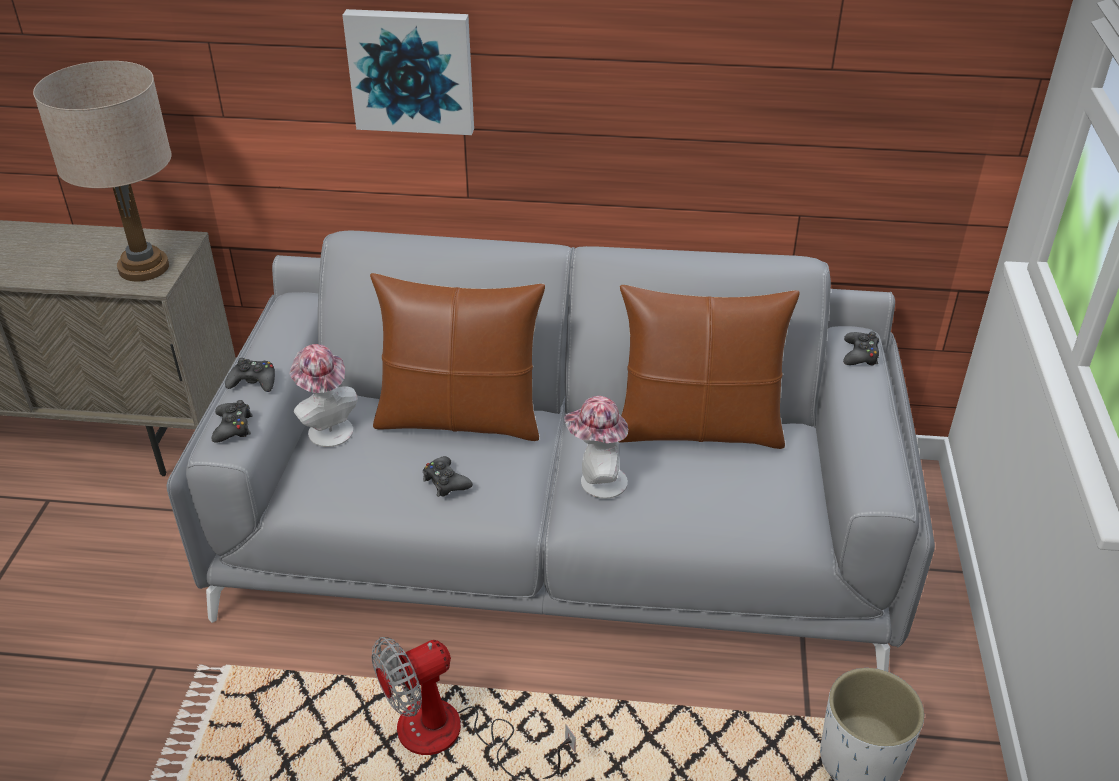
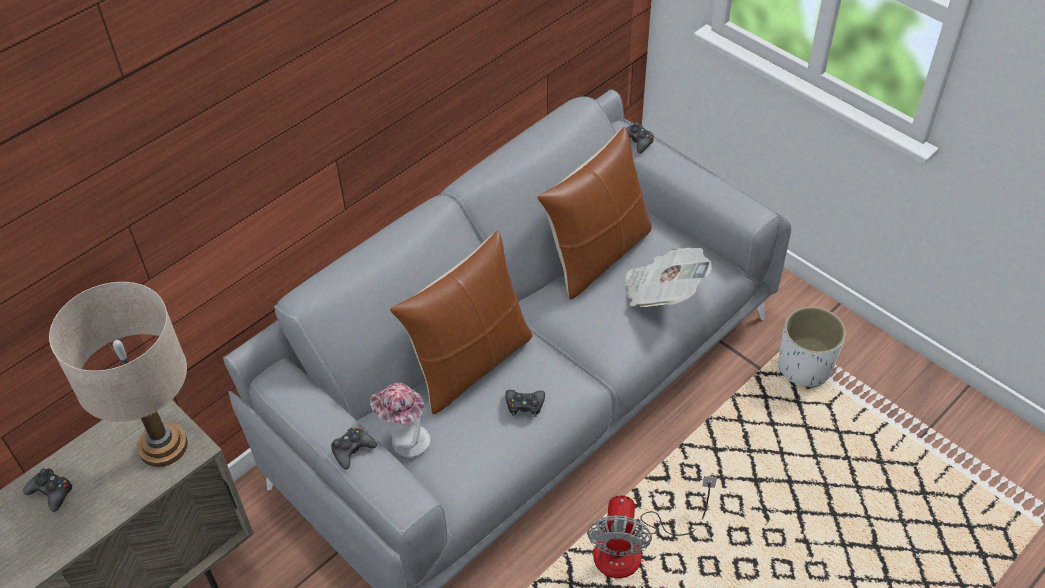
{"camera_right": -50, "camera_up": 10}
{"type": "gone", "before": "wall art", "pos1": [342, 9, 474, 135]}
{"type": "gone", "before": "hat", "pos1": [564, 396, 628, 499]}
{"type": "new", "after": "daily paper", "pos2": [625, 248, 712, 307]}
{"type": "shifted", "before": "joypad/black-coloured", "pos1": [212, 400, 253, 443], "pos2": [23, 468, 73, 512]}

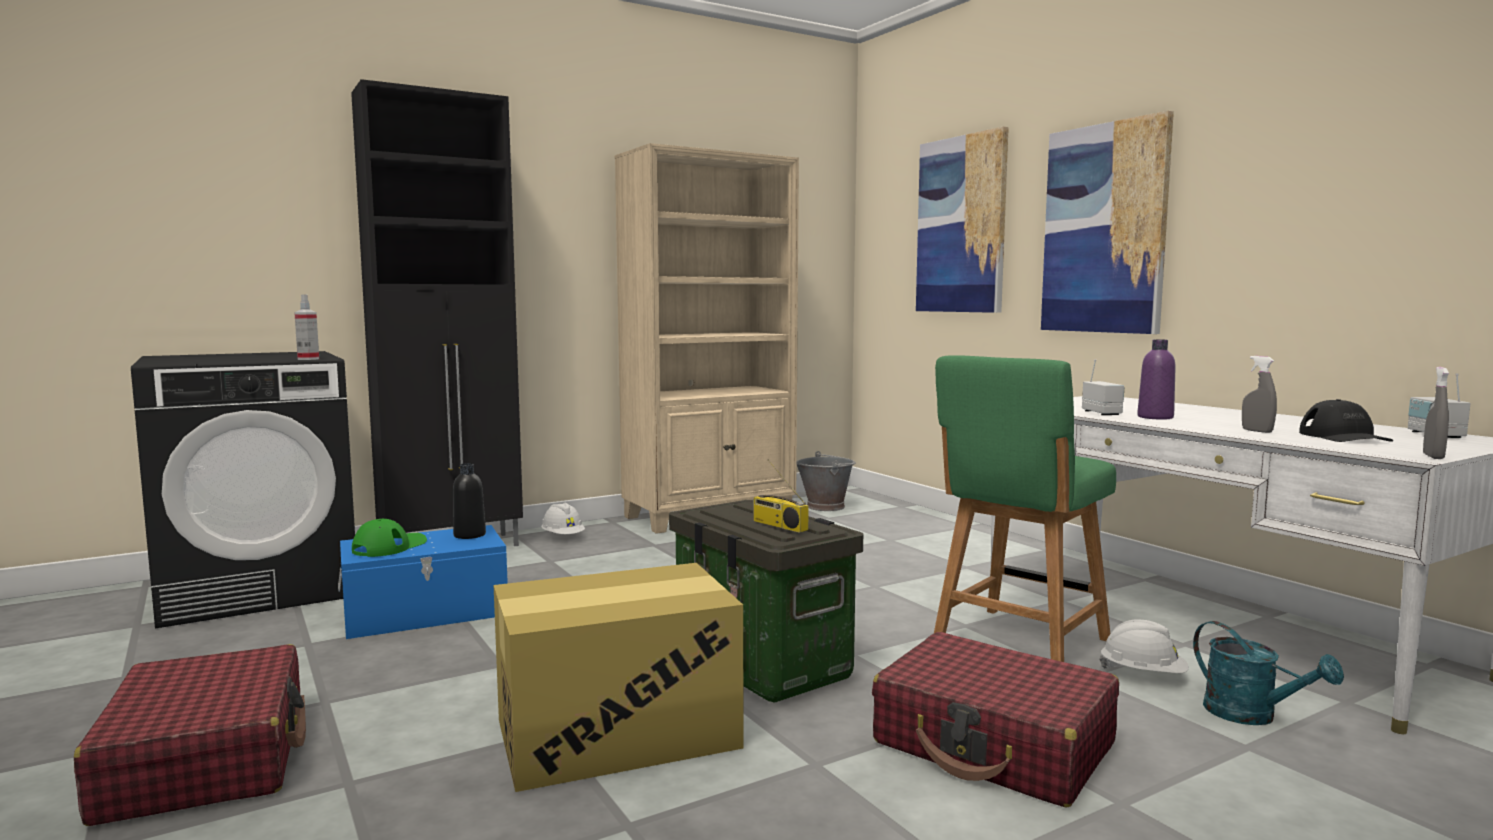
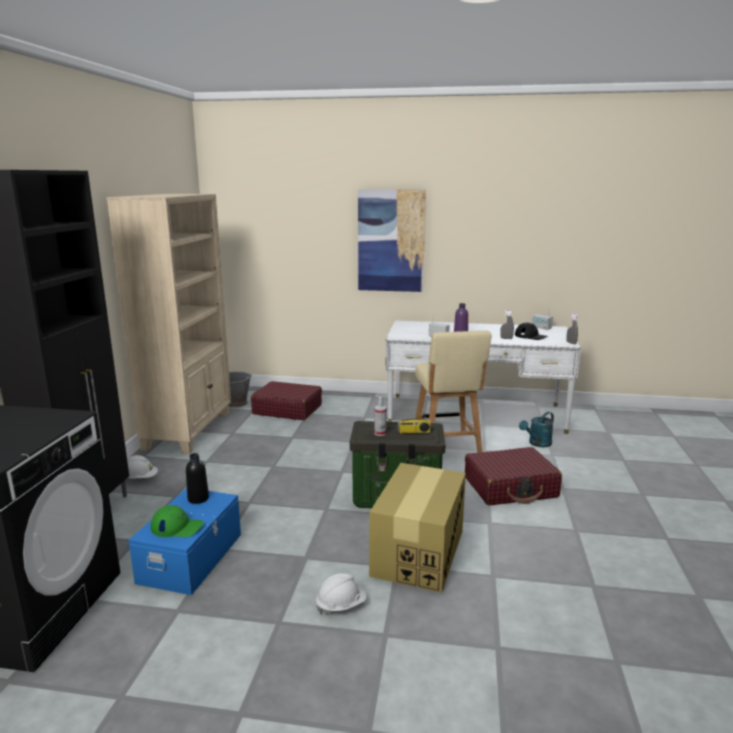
{"camera_right": -50, "camera_up": 10}
{"type": "gone", "before": "wall art", "pos1": [916, 126, 1009, 313]}
{"type": "shifted", "before": "piece of luggage/red", "pos1": [74, 644, 306, 826], "pos2": [251, 381, 322, 420]}
{"type": "shifted", "before": "sprayer", "pos1": [294, 294, 319, 360], "pos2": [374, 397, 387, 436]}
{"type": "shifted", "before": "work helmet/white-coloured", "pos1": [1099, 619, 1189, 673], "pos2": [316, 573, 366, 613]}
{"type": "repainted", "before": "upright chair/greenish", "after": "upright chair/beige", "pos1": [934, 355, 1116, 662], "pos2": [415, 330, 491, 453]}
{"type": "rotated", "before": "baseball cap/greenish", "pos1": [352, 519, 427, 557], "pos2": [151, 505, 204, 537], "turn": 120}
{"type": "rotated", "before": "watering can/blue-green", "pos1": [1193, 621, 1344, 725], "pos2": [519, 412, 554, 447], "turn": 135}

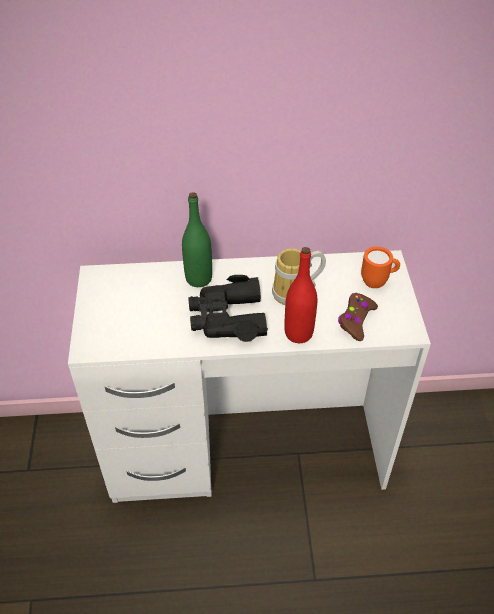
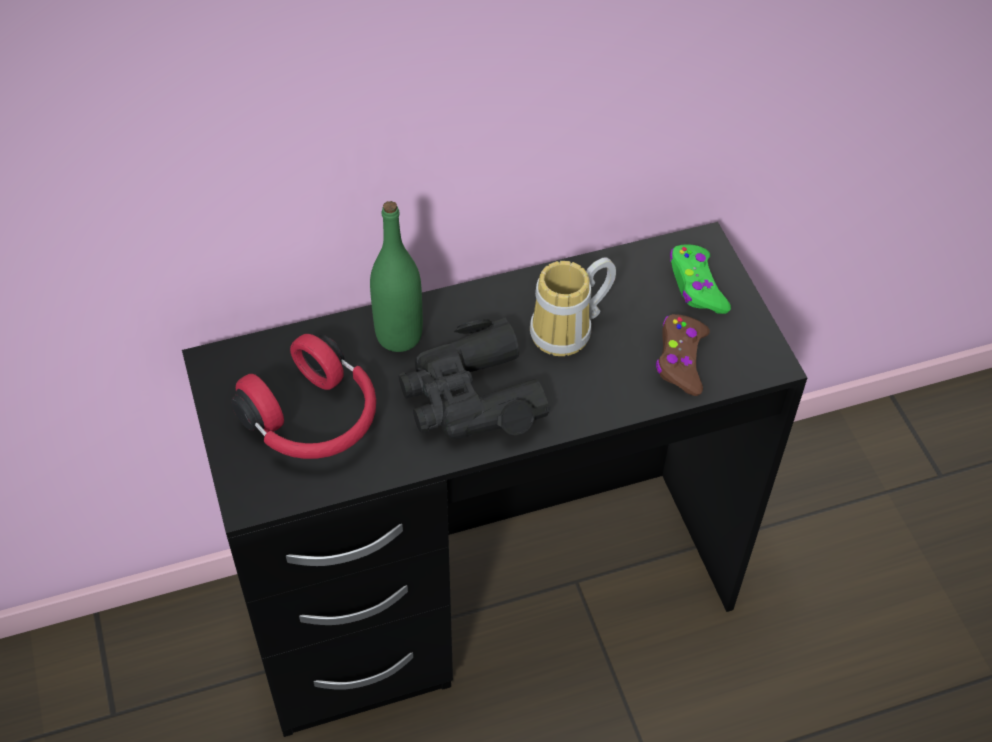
{"camera_right": -15, "camera_up": 5}
{"type": "gone", "before": "drink bottle/red", "pos1": [284, 247, 317, 343]}
{"type": "new", "after": "headphones/red", "pos2": [231, 334, 376, 459]}
{"type": "swapped", "before": "coffee mug/orange", "after": "joypad/greenish", "pos1": [361, 246, 400, 288], "pos2": [670, 244, 731, 314]}
{"type": "repainted", "before": "desk/white-coloured", "after": "desk/black-coloured", "pos1": [68, 250, 431, 503], "pos2": [182, 222, 807, 737]}

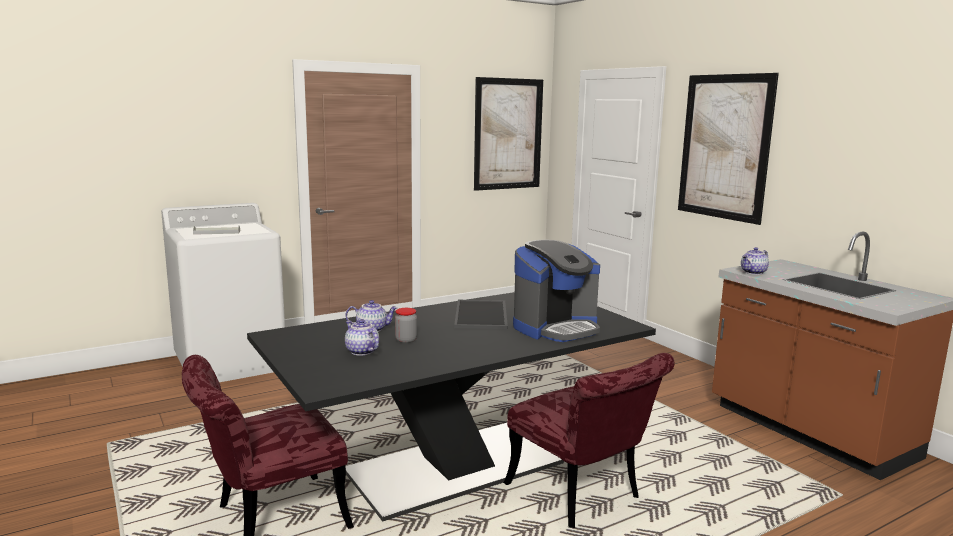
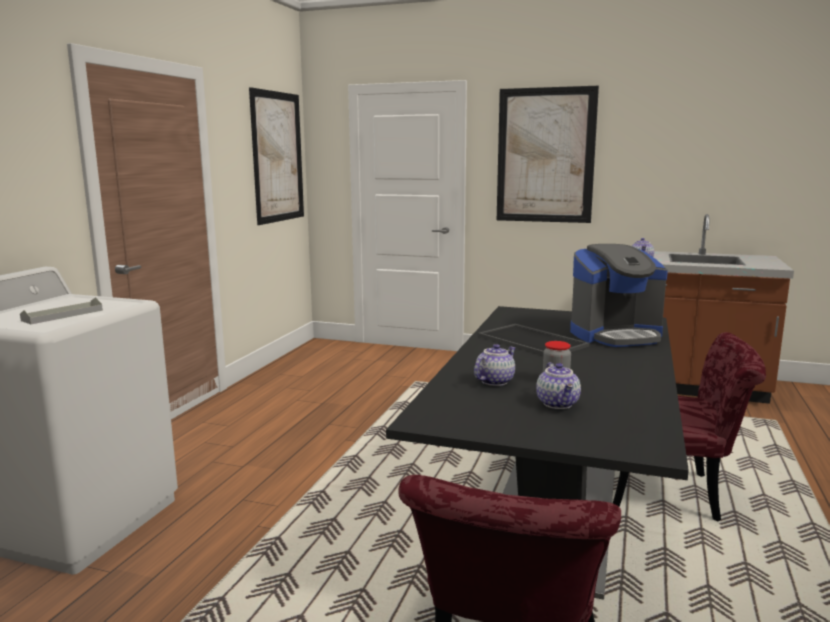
{"camera_right": -40, "camera_up": 0}
{"type": "rotated", "before": "pot for tea", "pos1": [345, 319, 379, 356], "pos2": [536, 362, 581, 409], "turn": -105}
{"type": "rotated", "before": "coffee machine", "pos1": [513, 240, 600, 342], "pos2": [570, 244, 668, 347], "turn": 60}

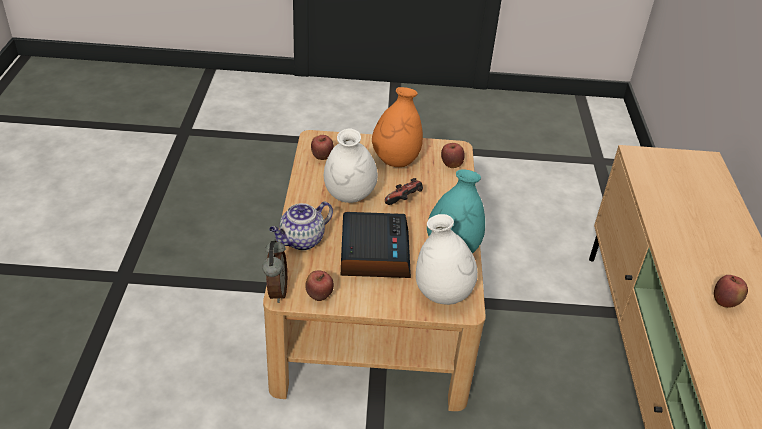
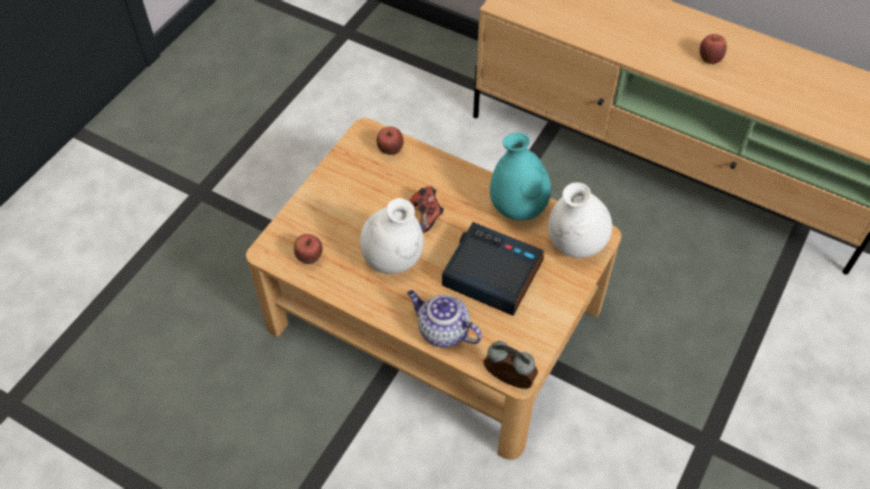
{"camera_right": -60, "camera_up": 15}
{"type": "gone", "before": "apple fruit", "pos1": [305, 270, 334, 301]}
{"type": "gone", "before": "vase/orange", "pos1": [372, 87, 423, 167]}
{"type": "rotated", "before": "pot for tea", "pos1": [269, 202, 333, 250], "pos2": [407, 290, 482, 348], "turn": 135}

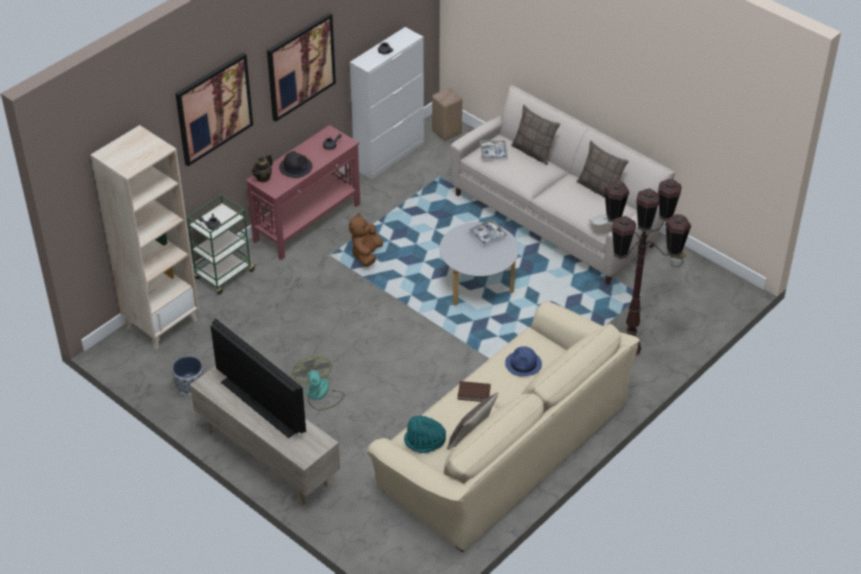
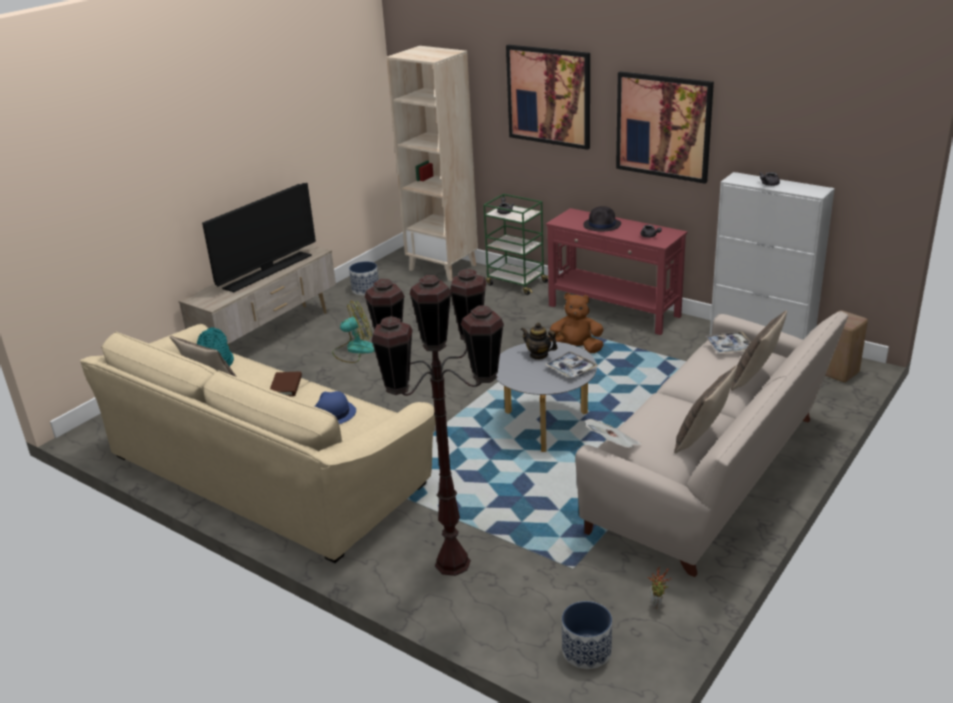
{"camera_right": 85, "camera_up": -15}
{"type": "new", "after": "planter", "pos2": [562, 601, 612, 669]}
{"type": "shifted", "before": "pot for tea", "pos1": [251, 154, 273, 183], "pos2": [521, 323, 558, 360]}

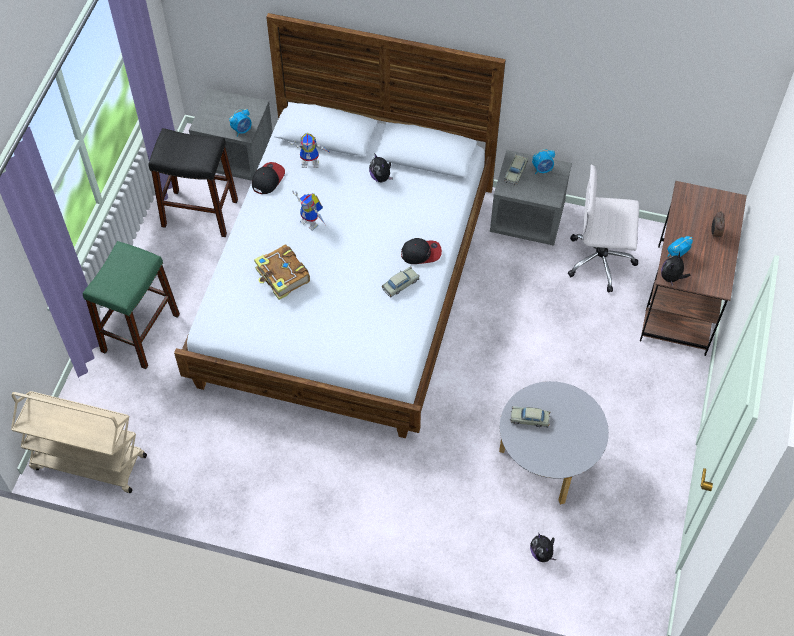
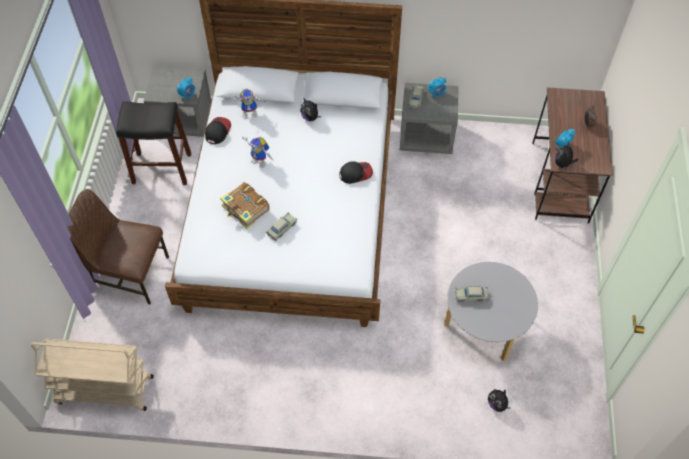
{"camera_right": -10, "camera_up": 0}
{"type": "gone", "before": "desk chair/white-coloured", "pos1": [568, 164, 639, 293]}
{"type": "shifted", "before": "model car/beige", "pos1": [382, 266, 420, 297], "pos2": [266, 212, 297, 241]}
{"type": "swapped", "before": "stool seat/greenish", "after": "upright chair/brown-coloured", "pos1": [83, 241, 180, 369], "pos2": [67, 189, 169, 304]}

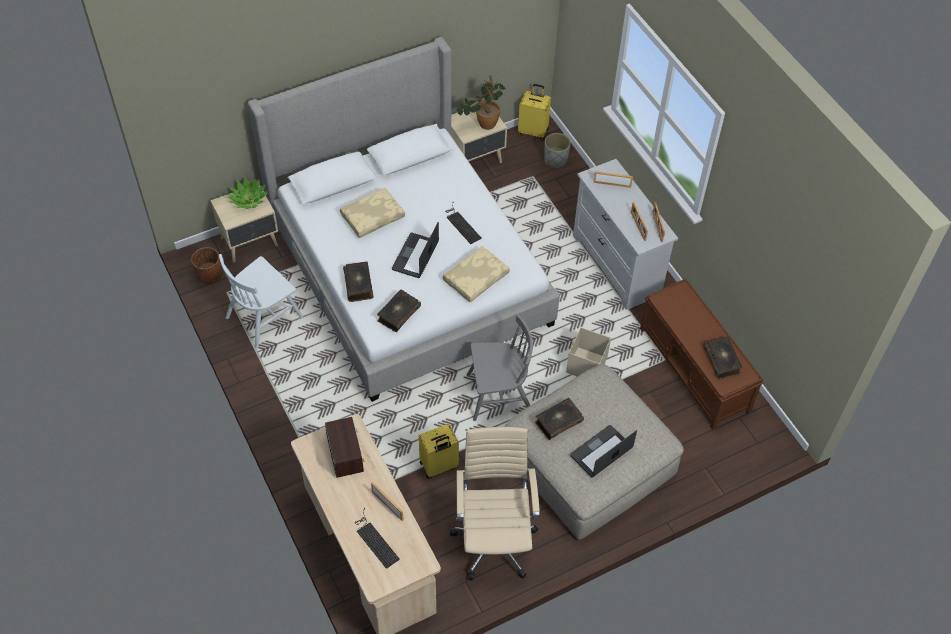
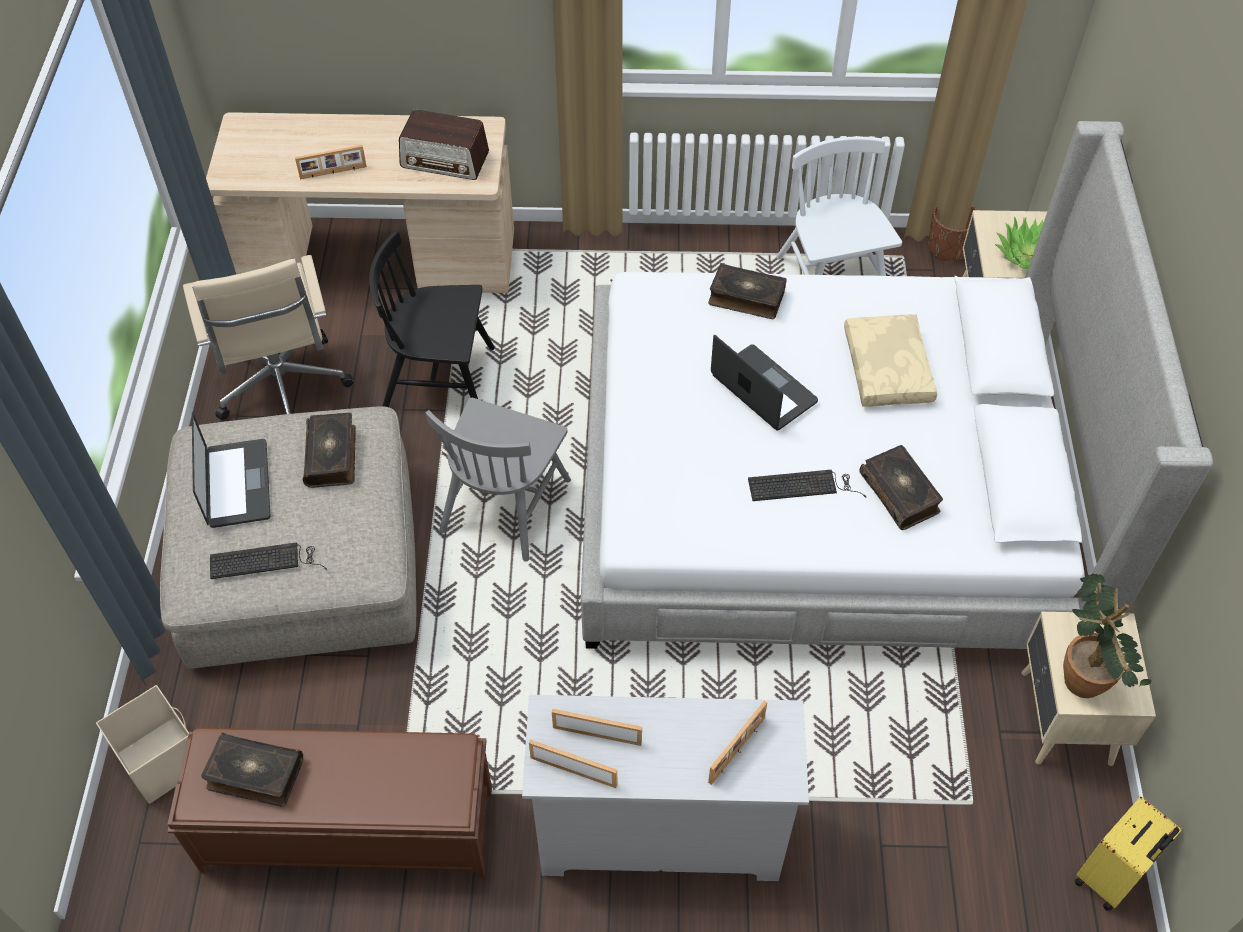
{"camera_right": 120, "camera_up": 0}
{"type": "gone", "before": "throw pillow/beige", "pos1": [443, 246, 510, 302]}
{"type": "gone", "before": "planter/gray", "pos1": [544, 133, 571, 168]}
{"type": "shifted", "before": "keyboard", "pos1": [355, 508, 400, 569], "pos2": [210, 542, 328, 579]}
{"type": "shifted", "before": "book", "pos1": [377, 289, 421, 332], "pos2": [859, 445, 943, 530]}
{"type": "shifted", "before": "storage container/beige", "pos1": [566, 327, 611, 376], "pos2": [96, 685, 189, 804]}
{"type": "swapped", "before": "piece of luggage/yellowish", "after": "upright chair/black-coloured", "pos1": [419, 424, 459, 479], "pos2": [369, 230, 495, 407]}
{"type": "rotated", "before": "desk chair/beige", "pos1": [450, 427, 540, 581], "pos2": [183, 255, 354, 420], "turn": 45}

